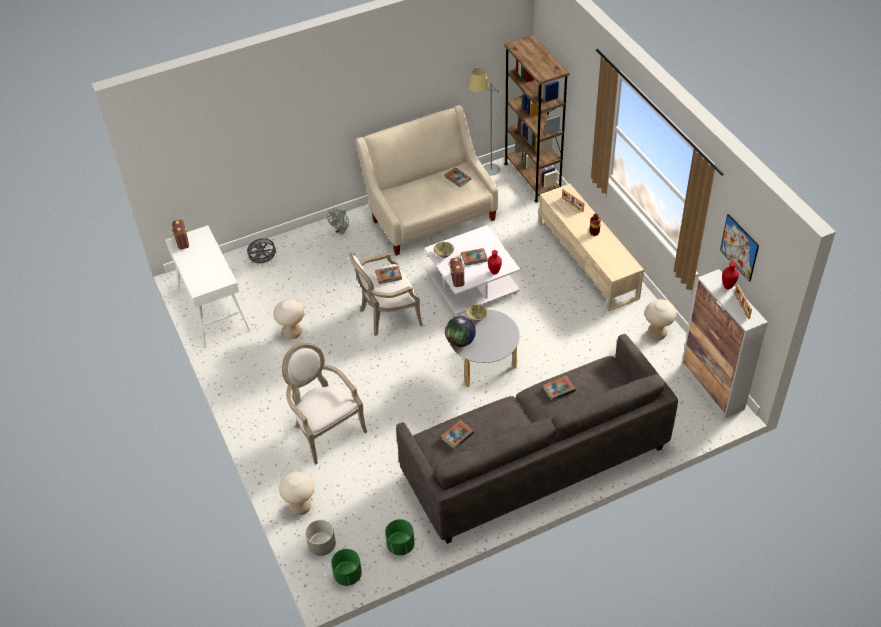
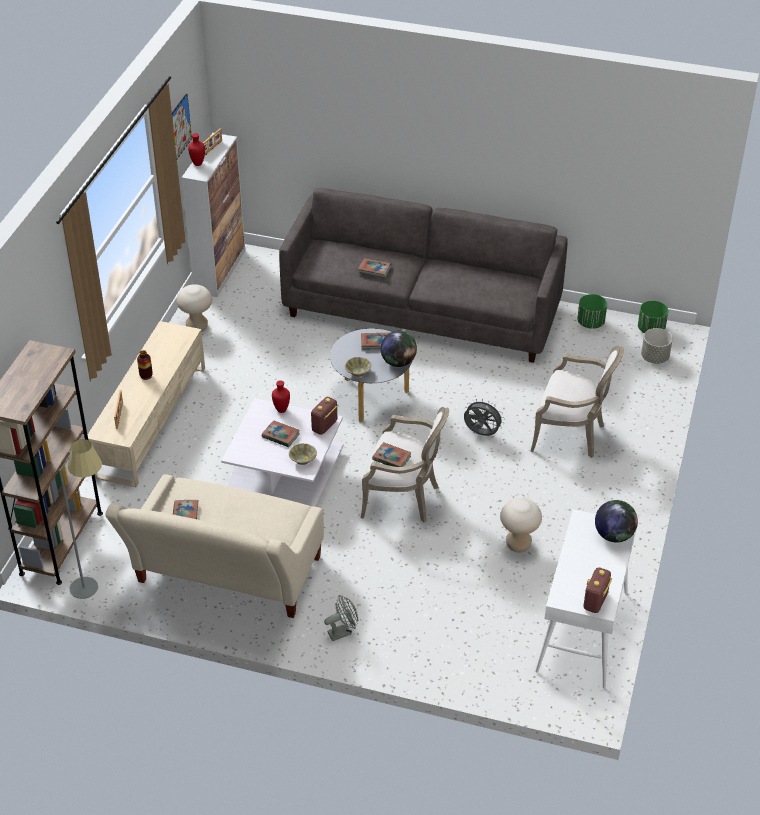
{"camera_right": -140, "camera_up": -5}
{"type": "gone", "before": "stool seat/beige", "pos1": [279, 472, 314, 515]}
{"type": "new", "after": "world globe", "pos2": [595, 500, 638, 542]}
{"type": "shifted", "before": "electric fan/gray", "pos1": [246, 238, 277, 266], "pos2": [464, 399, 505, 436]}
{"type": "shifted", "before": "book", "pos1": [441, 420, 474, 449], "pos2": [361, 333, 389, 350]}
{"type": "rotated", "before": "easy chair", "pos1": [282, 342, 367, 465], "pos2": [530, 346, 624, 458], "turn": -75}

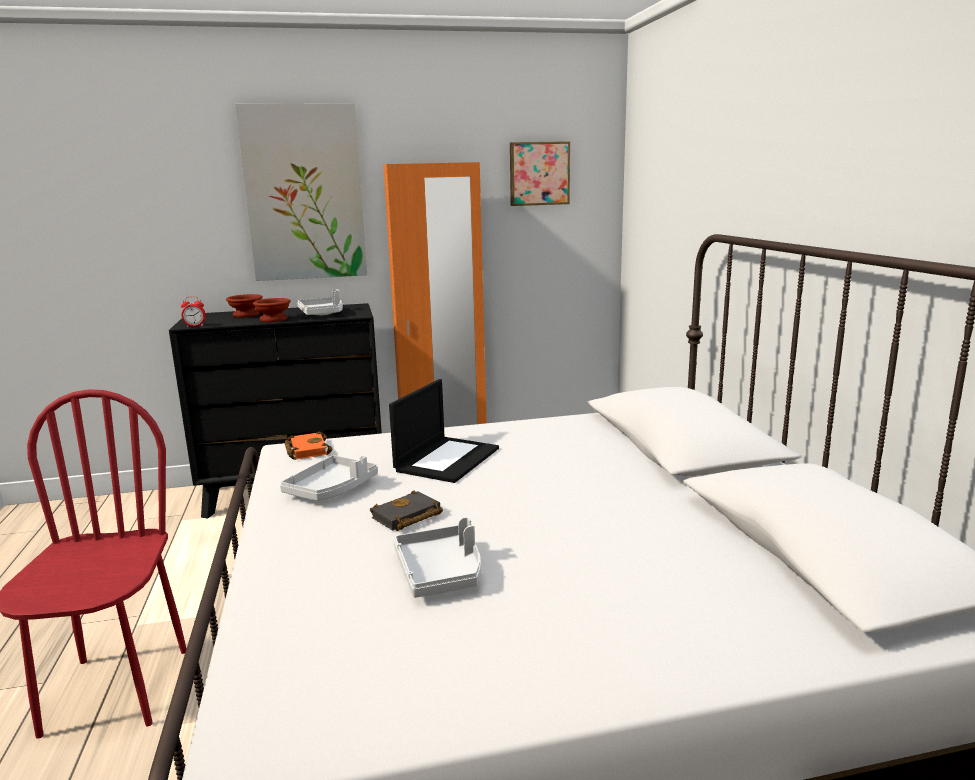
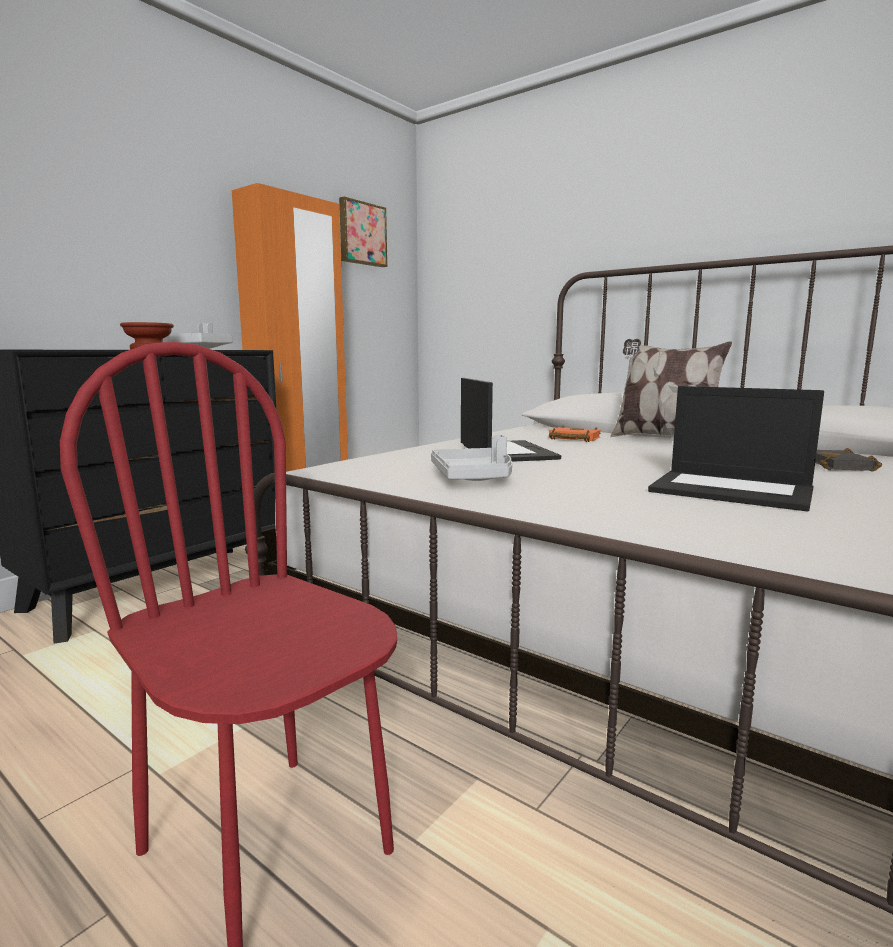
{"camera_right": -40, "camera_up": -5}
{"type": "gone", "before": "bedside clock", "pos1": [181, 297, 206, 327]}
{"type": "gone", "before": "serving bowl/brown-coloured", "pos1": [226, 294, 263, 317]}
{"type": "gone", "before": "wall art", "pos1": [235, 103, 367, 281]}
{"type": "new", "after": "throw pillow", "pos2": [610, 339, 732, 437]}
{"type": "shifted", "before": "book/orange", "pos1": [285, 431, 333, 460], "pos2": [549, 425, 601, 442]}
{"type": "shifted", "before": "book/black-coloured", "pos1": [370, 490, 443, 531], "pos2": [815, 448, 882, 472]}
{"type": "swapped", "before": "tray/gray", "after": "laptop", "pos1": [393, 517, 481, 598], "pos2": [648, 386, 824, 511]}

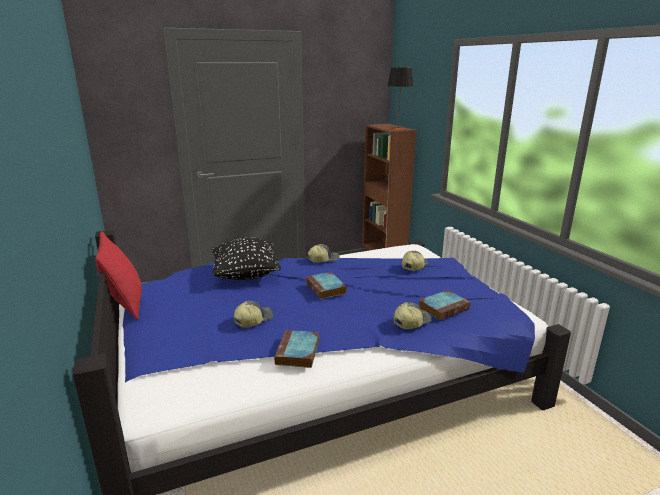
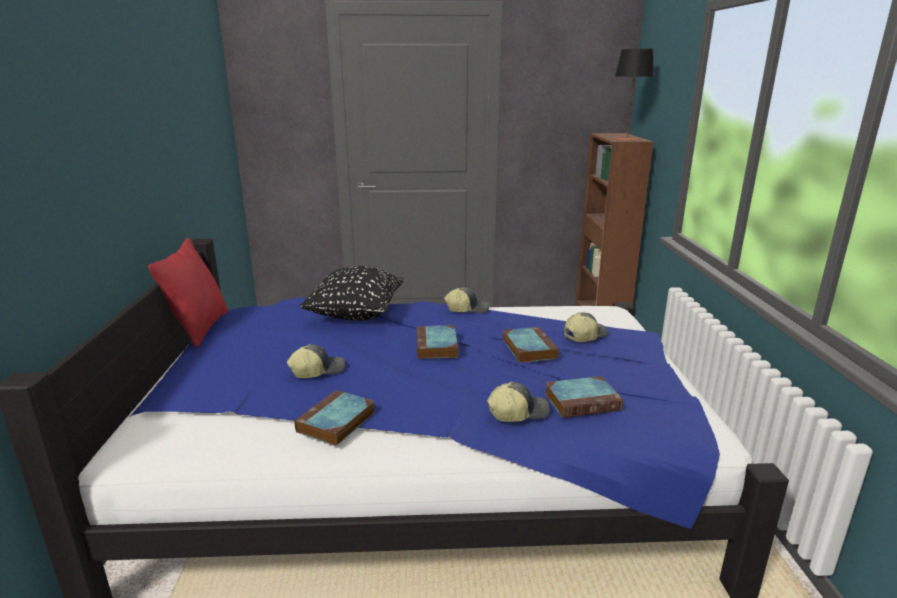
{"camera_right": 20, "camera_up": 0}
{"type": "new", "after": "book", "pos2": [503, 327, 559, 363]}

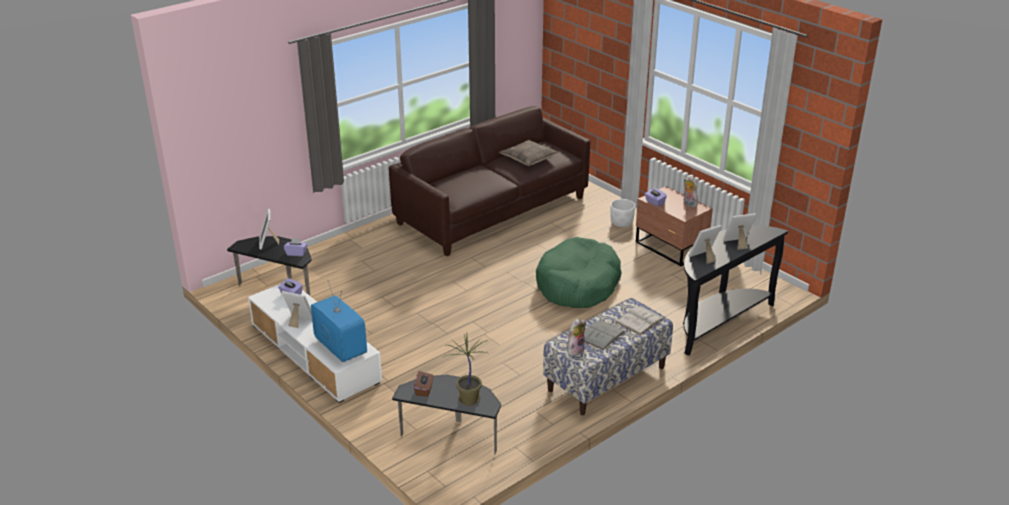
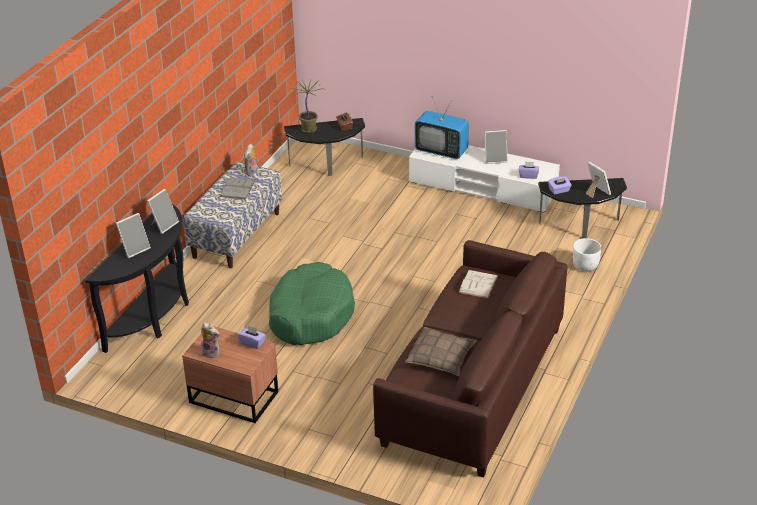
{"camera_right": 155, "camera_up": 5}
{"type": "shifted", "before": "planter/white-coloured", "pos1": [610, 199, 635, 227], "pos2": [573, 238, 602, 272]}
{"type": "shifted", "before": "book/white-coloured", "pos1": [616, 306, 665, 335], "pos2": [458, 270, 498, 299]}

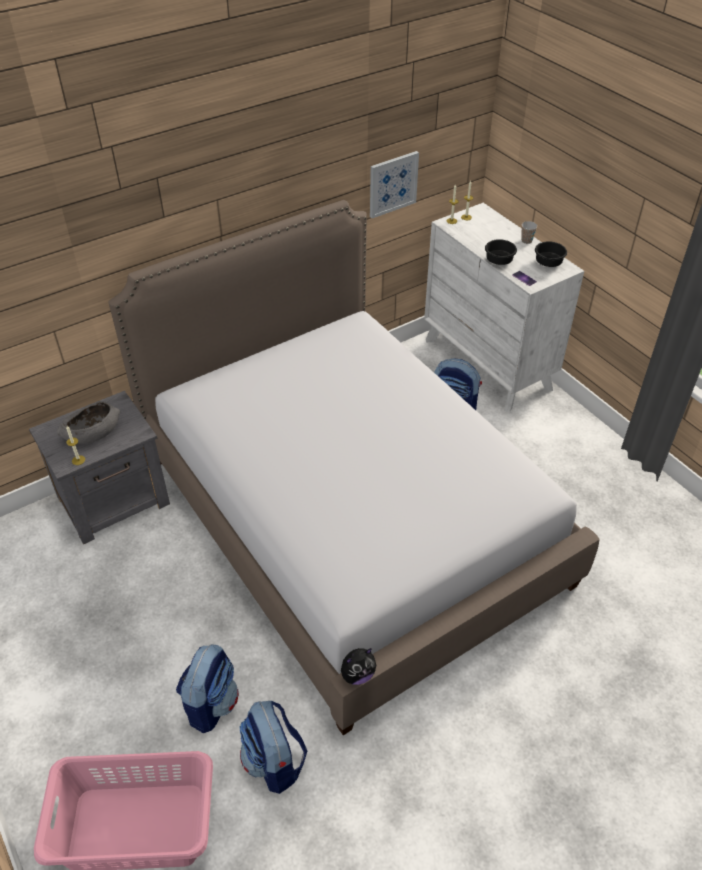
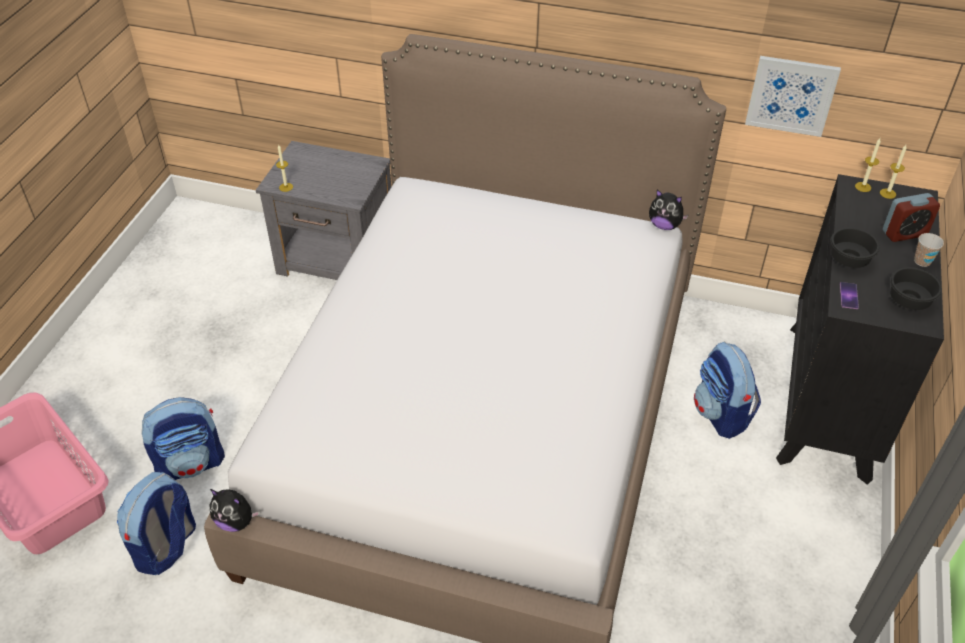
{"camera_right": 50, "camera_up": 0}
{"type": "gone", "before": "serving bowl/gray", "pos1": [57, 401, 120, 444]}
{"type": "new", "after": "plush toy", "pos2": [649, 190, 688, 230]}
{"type": "new", "after": "bedside clock", "pos2": [883, 193, 940, 242]}
{"type": "repainted", "before": "drawer chest/white-coloured", "after": "drawer chest/black-coloured", "pos1": [424, 203, 584, 413], "pos2": [776, 174, 944, 485]}

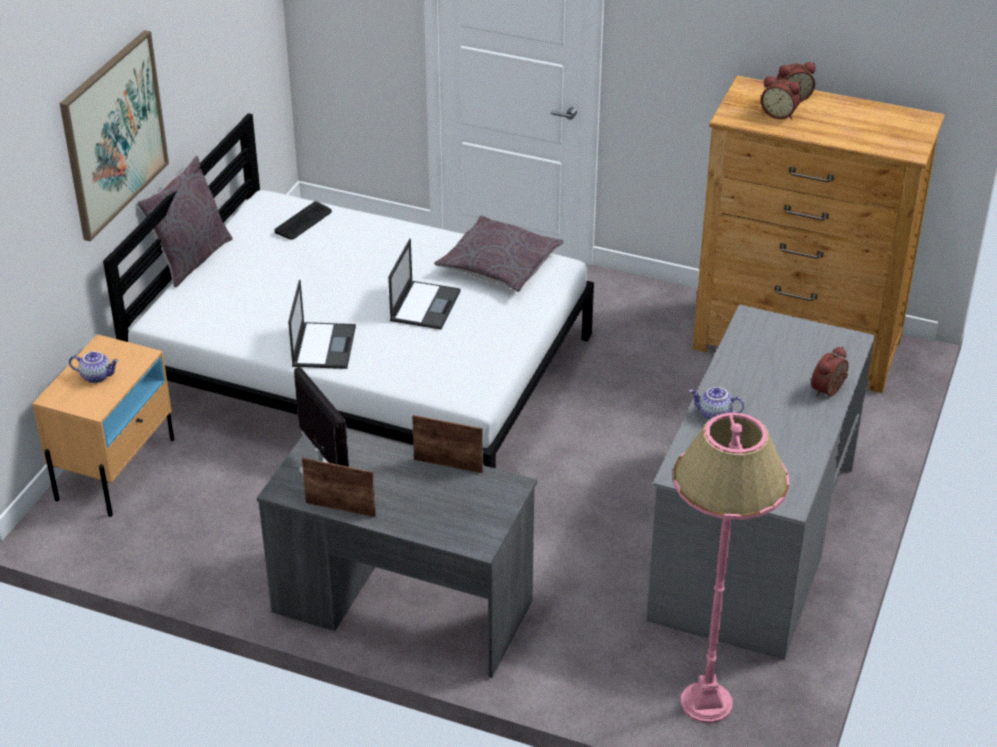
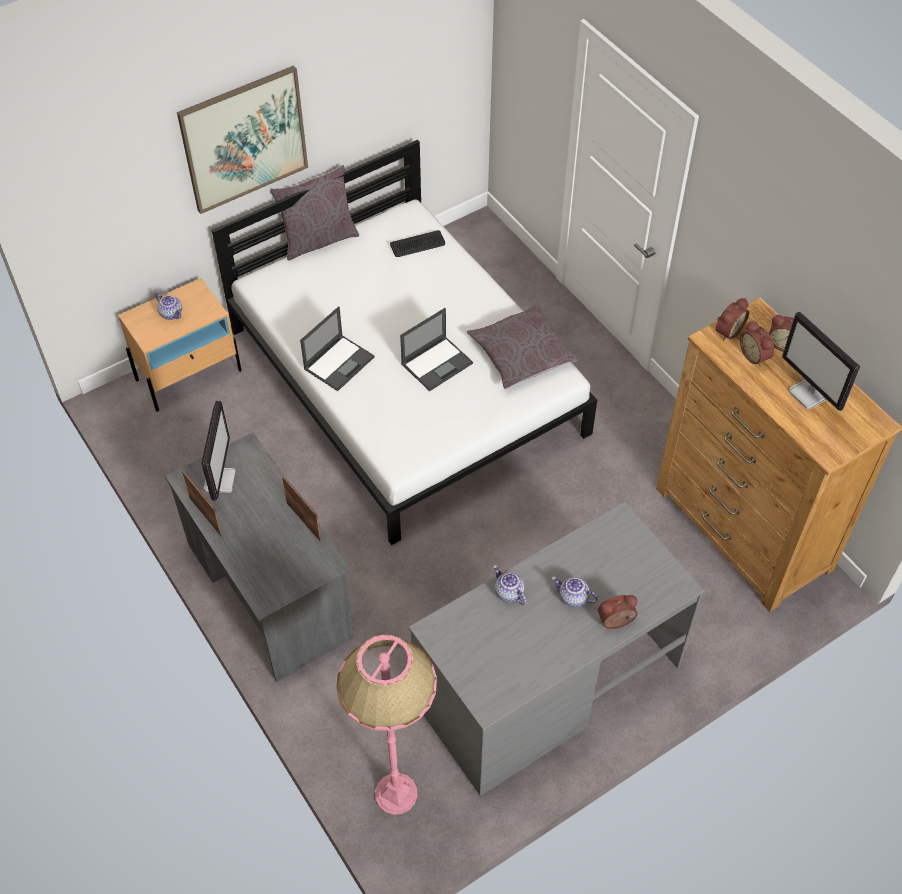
{"camera_right": 35, "camera_up": 15}
{"type": "new", "after": "pot for tea", "pos2": [552, 577, 598, 607]}
{"type": "new", "after": "bedside clock", "pos2": [716, 298, 749, 341]}
{"type": "new", "after": "monitor", "pos2": [782, 312, 860, 411]}

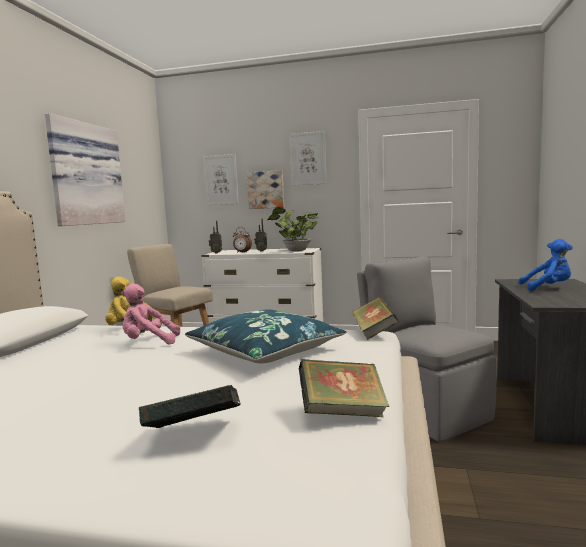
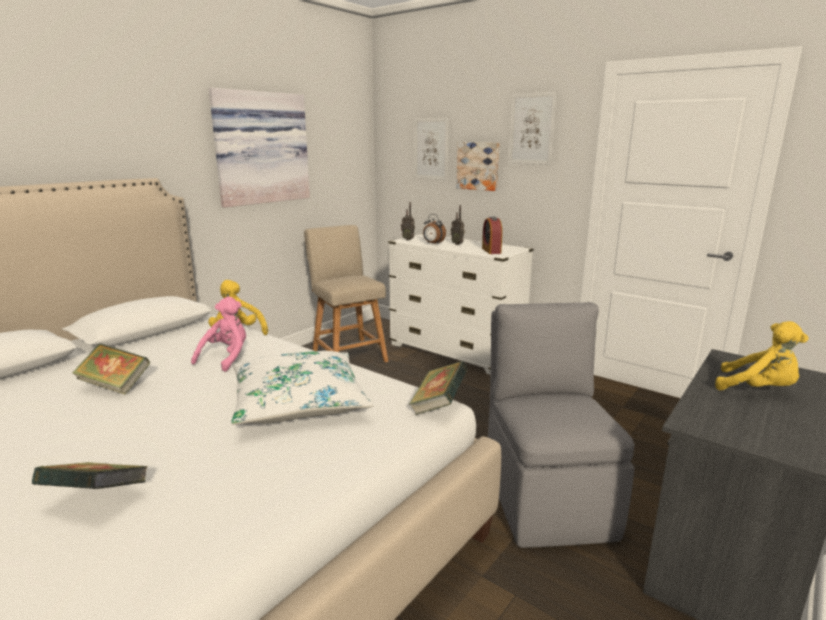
{"camera_right": 25, "camera_up": 10}
{"type": "shifted", "before": "book", "pos1": [299, 359, 389, 417], "pos2": [72, 343, 150, 395]}
{"type": "swapped", "before": "houseplant", "after": "bedside clock", "pos1": [267, 207, 319, 252], "pos2": [482, 216, 502, 254]}
{"type": "repainted", "before": "throw pillow/blue-coloured", "after": "throw pillow/white-coloured", "pos1": [185, 309, 346, 363], "pos2": [231, 351, 374, 425]}
{"type": "repainted", "before": "plush toy/blue-coloured", "after": "plush toy/yellowish", "pos1": [519, 239, 573, 291], "pos2": [715, 321, 809, 390]}
{"type": "rotated", "before": "plush toy/pinkish", "pos1": [121, 284, 180, 345], "pos2": [191, 297, 246, 372], "turn": 90}

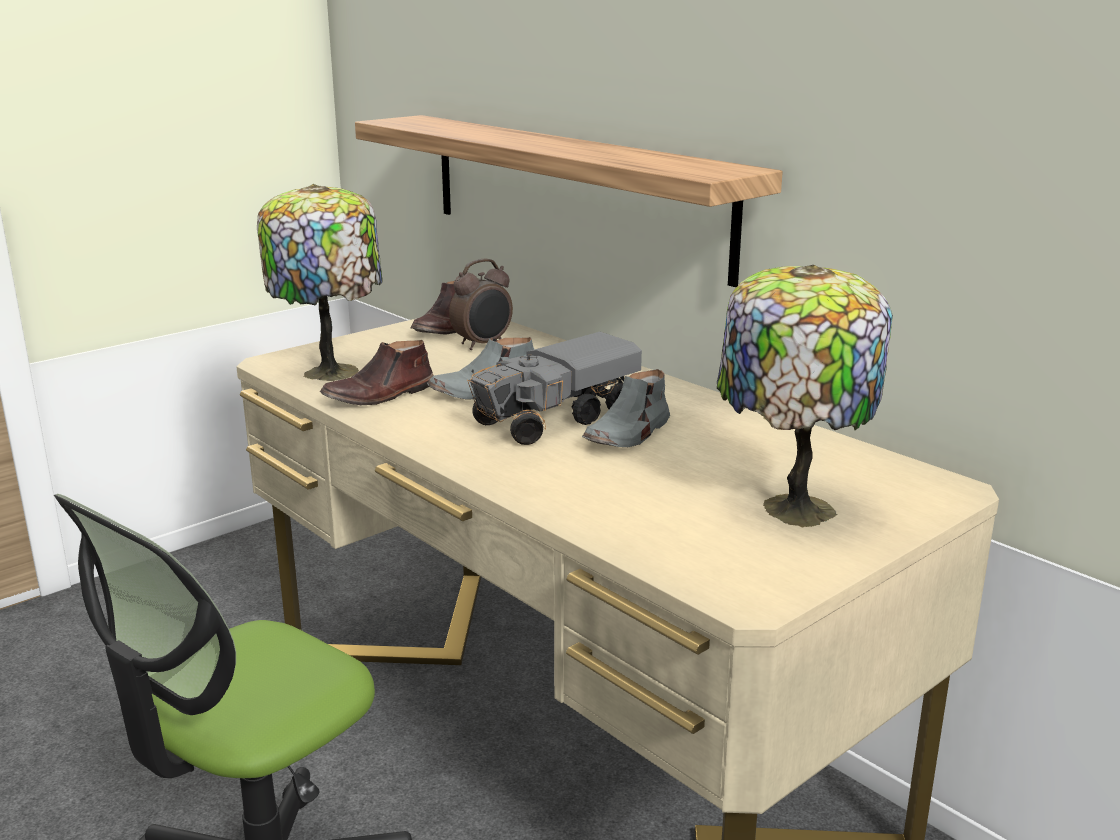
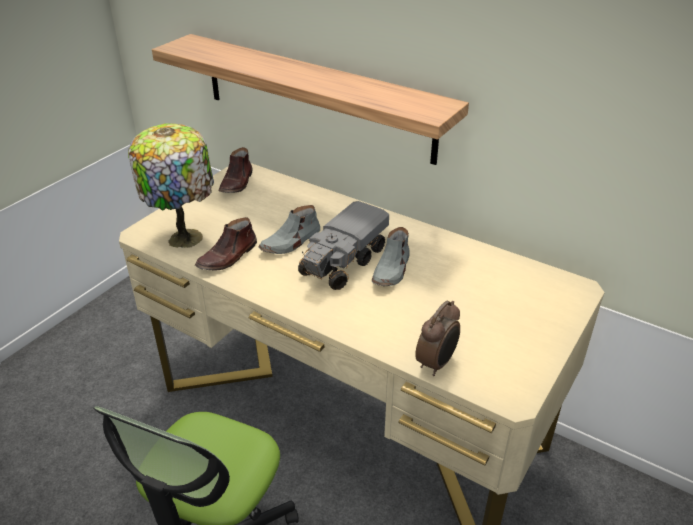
{"camera_right": -15, "camera_up": 15}
{"type": "gone", "before": "lamp for a table", "pos1": [717, 265, 893, 527]}
{"type": "shifted", "before": "bedside clock", "pos1": [449, 258, 513, 350], "pos2": [415, 301, 460, 376]}

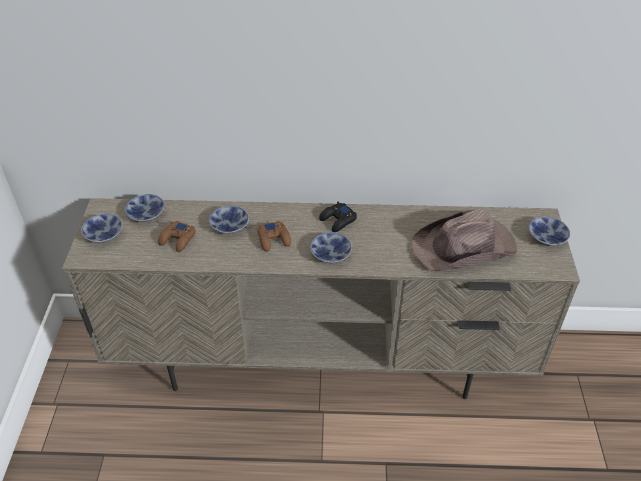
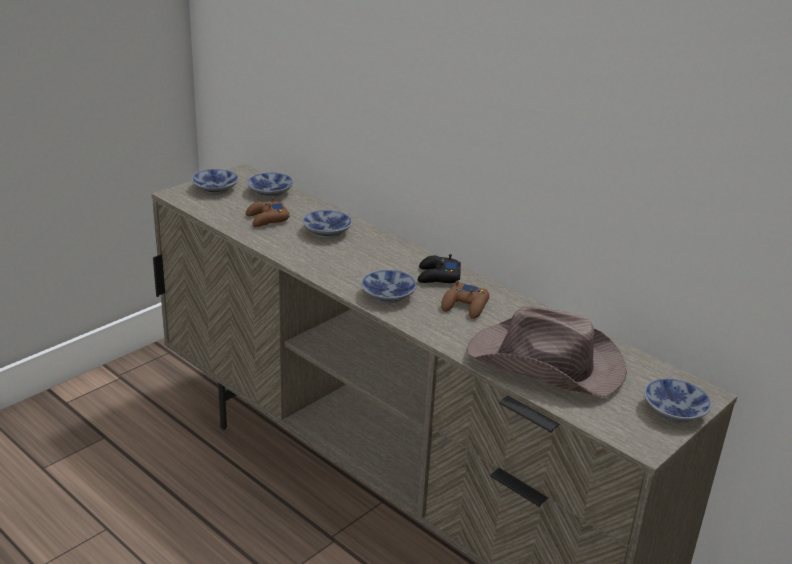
{"camera_right": 40, "camera_up": -15}
{"type": "shifted", "before": "joypad/brown-coloured", "pos1": [257, 221, 291, 252], "pos2": [441, 281, 489, 319]}

